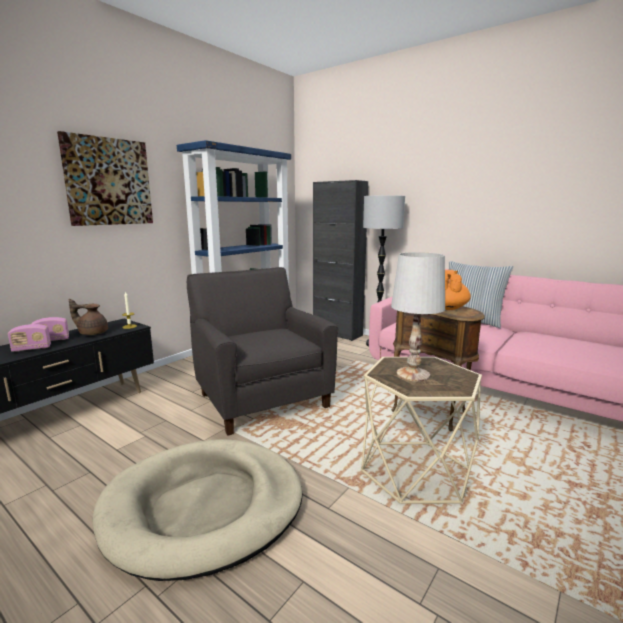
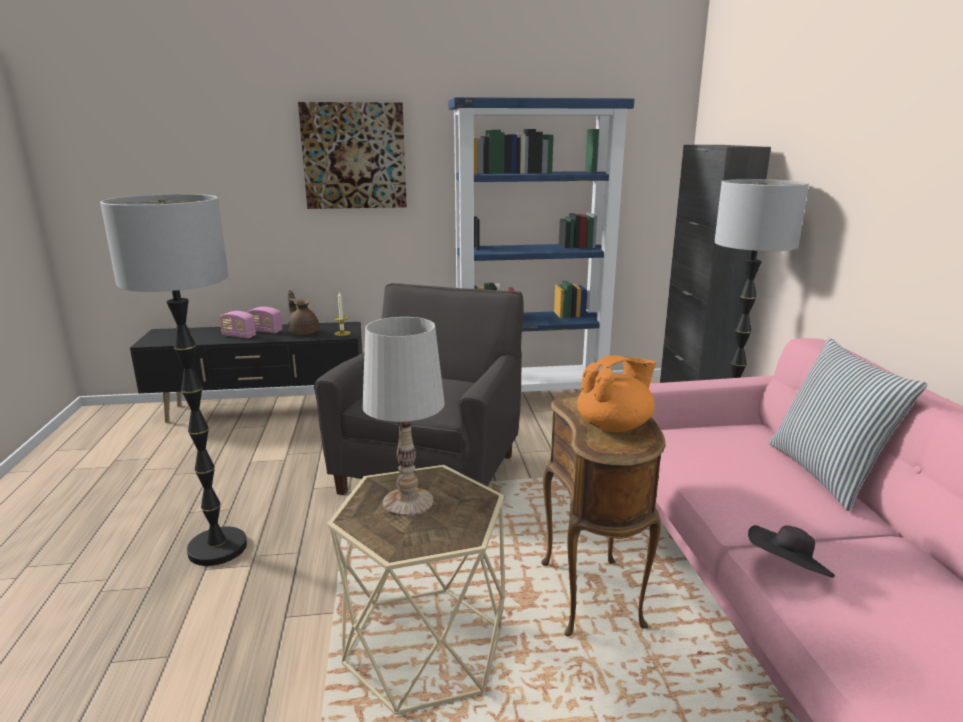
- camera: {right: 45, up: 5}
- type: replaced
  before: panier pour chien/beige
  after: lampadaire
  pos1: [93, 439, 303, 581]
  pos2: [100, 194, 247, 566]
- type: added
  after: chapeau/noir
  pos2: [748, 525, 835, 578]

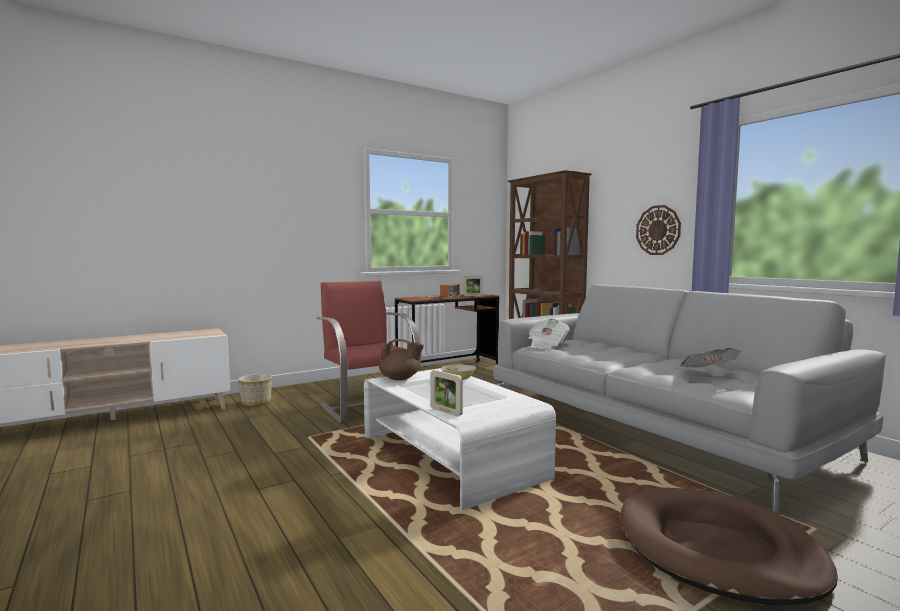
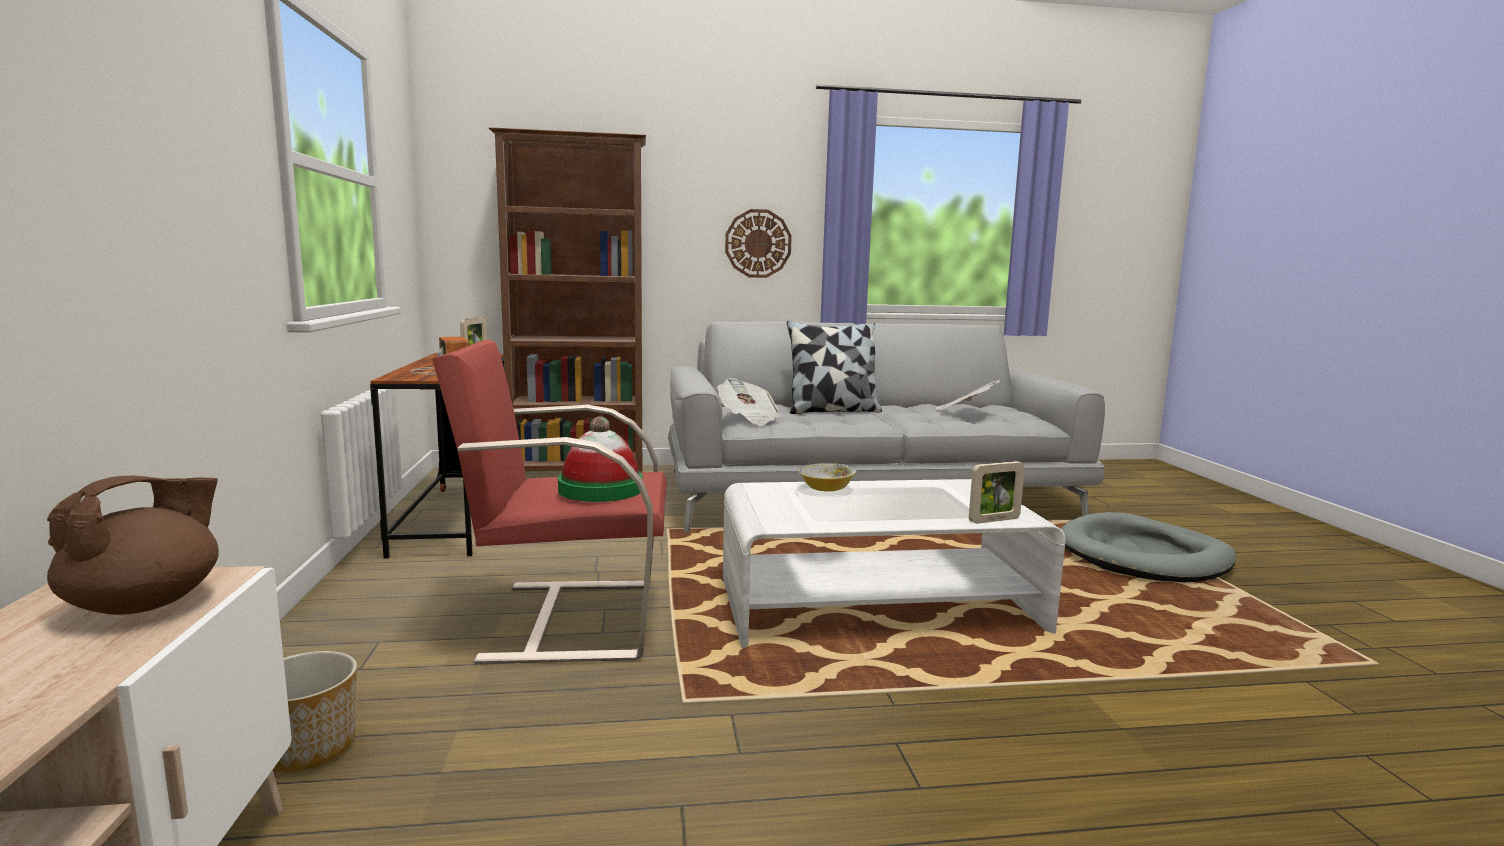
- camera: {right: -65, up: 5}
- type: moved
  before: théière/marron
  pos1: [379, 339, 424, 380]
  pos2: [47, 476, 219, 615]
- type: recoloured
  before: panier pour chien/marron
  after: panier pour chien/gris
  pos1: [621, 487, 838, 606]
  pos2: [1061, 512, 1236, 582]
- type: added
  after: coussin
  pos2: [787, 321, 882, 414]
- type: added
  after: chapeau
  pos2: [558, 416, 643, 502]

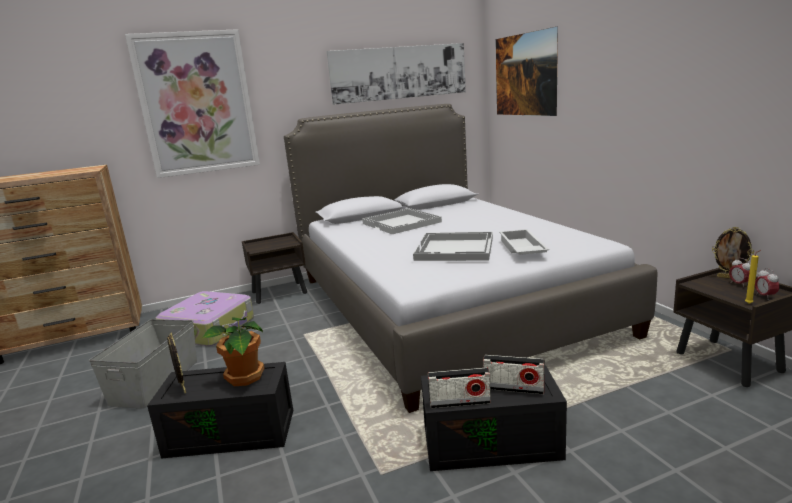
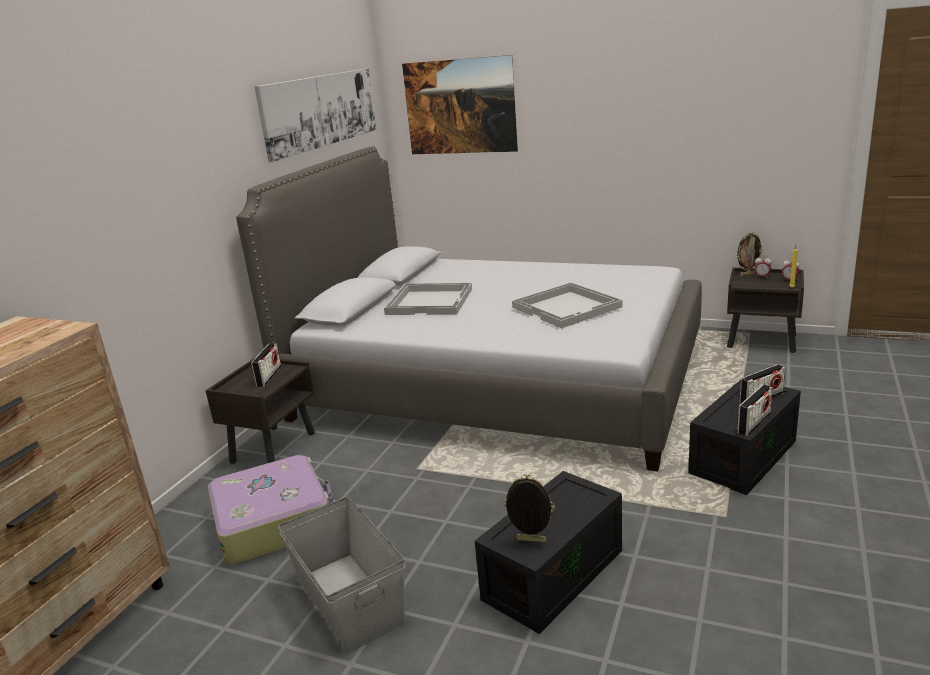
- camera: {right: -45, up: 5}
- type: removed
  before: tableau
  pos1: [125, 29, 260, 178]
- type: removed
  before: plateau/blanc
  pos1: [499, 229, 549, 255]
- type: removed
  before: plante en pot
  pos1: [203, 315, 265, 386]
- type: added
  after: radio
  pos2: [251, 343, 281, 387]

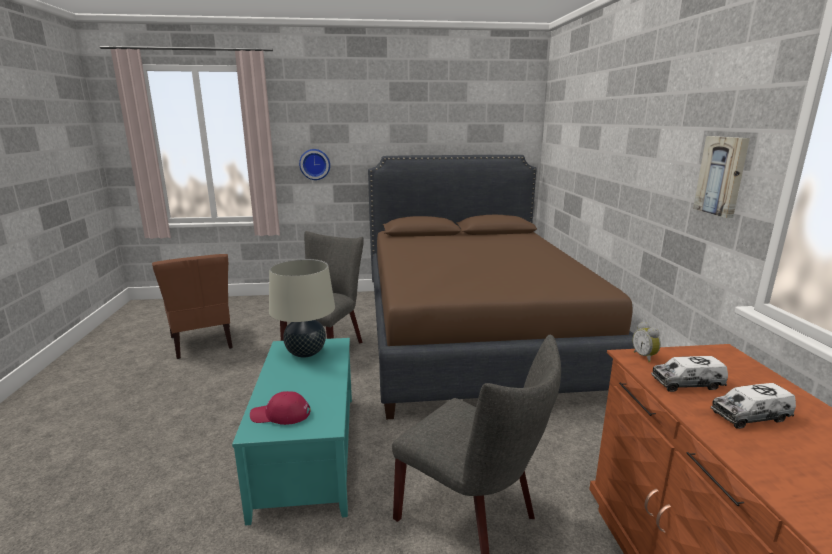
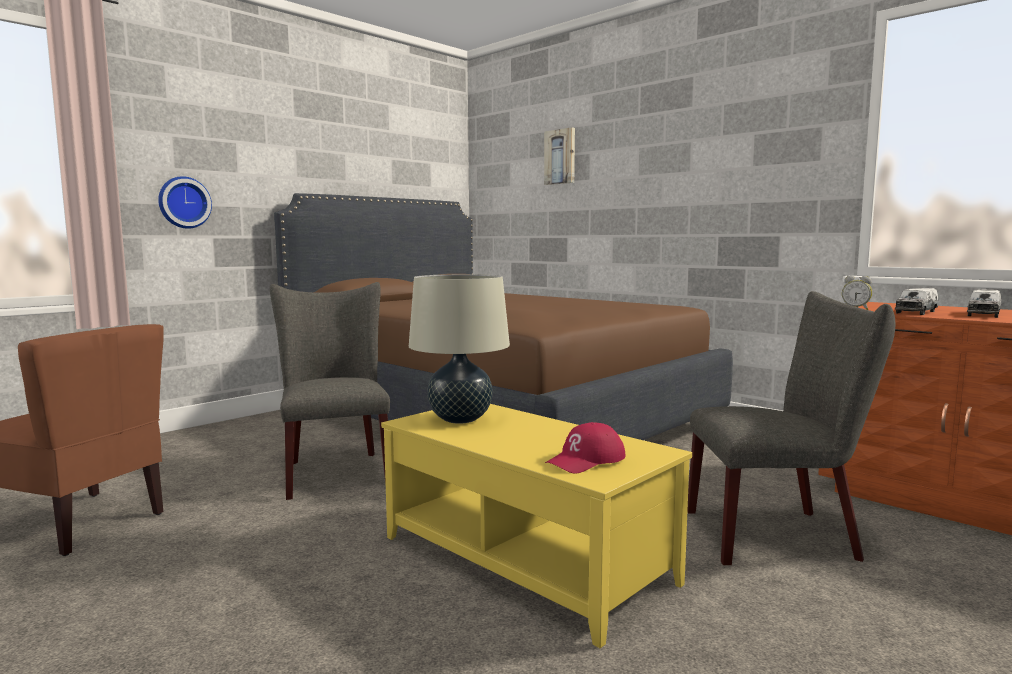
- camera: {right: -40, up: -10}
- type: moved
  before: tableau
  pos1: [693, 136, 750, 218]
  pos2: [544, 127, 575, 185]
- type: recoloured
  before: table basse/turquoise
  after: table basse/jaune
  pos1: [232, 338, 352, 526]
  pos2: [381, 404, 692, 648]

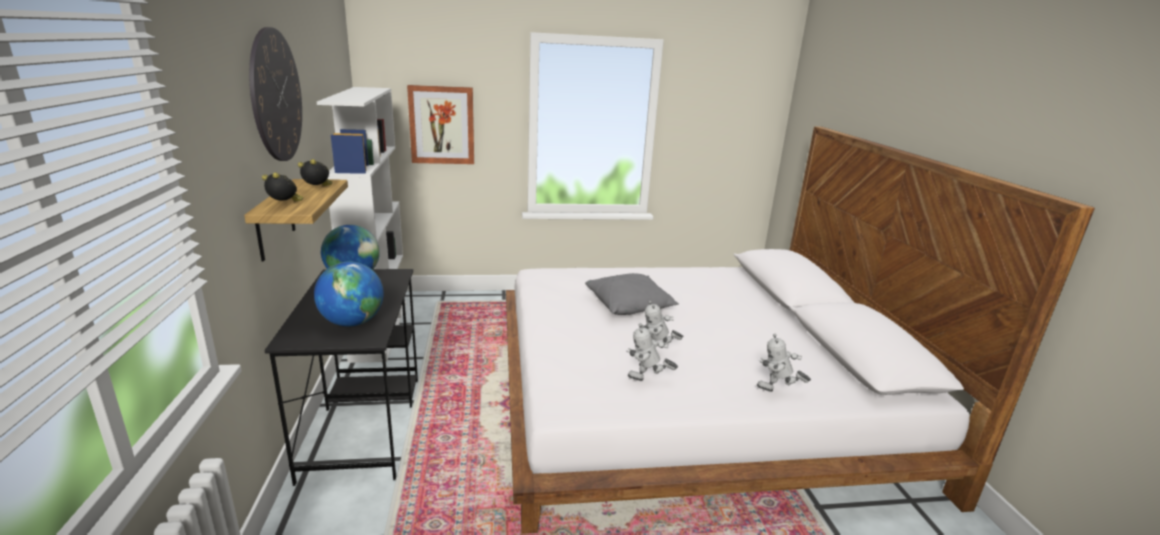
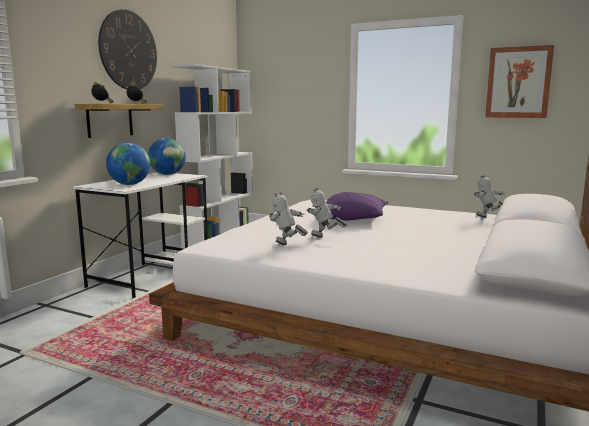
- camera: {right: 35, up: -10}
- type: moved
  before: tableau
  pos1: [407, 85, 474, 164]
  pos2: [485, 45, 554, 118]
- type: recoloured
  before: bureau/noir
  after: bureau/blanc
  pos1: [264, 269, 418, 486]
  pos2: [72, 172, 208, 299]
- type: recoloured
  before: coussin/gris
  after: coussin/violet
  pos1: [585, 273, 679, 315]
  pos2: [326, 192, 388, 220]
- type: moved
  before: robot jouet
  pos1: [757, 334, 811, 392]
  pos2: [473, 175, 505, 218]

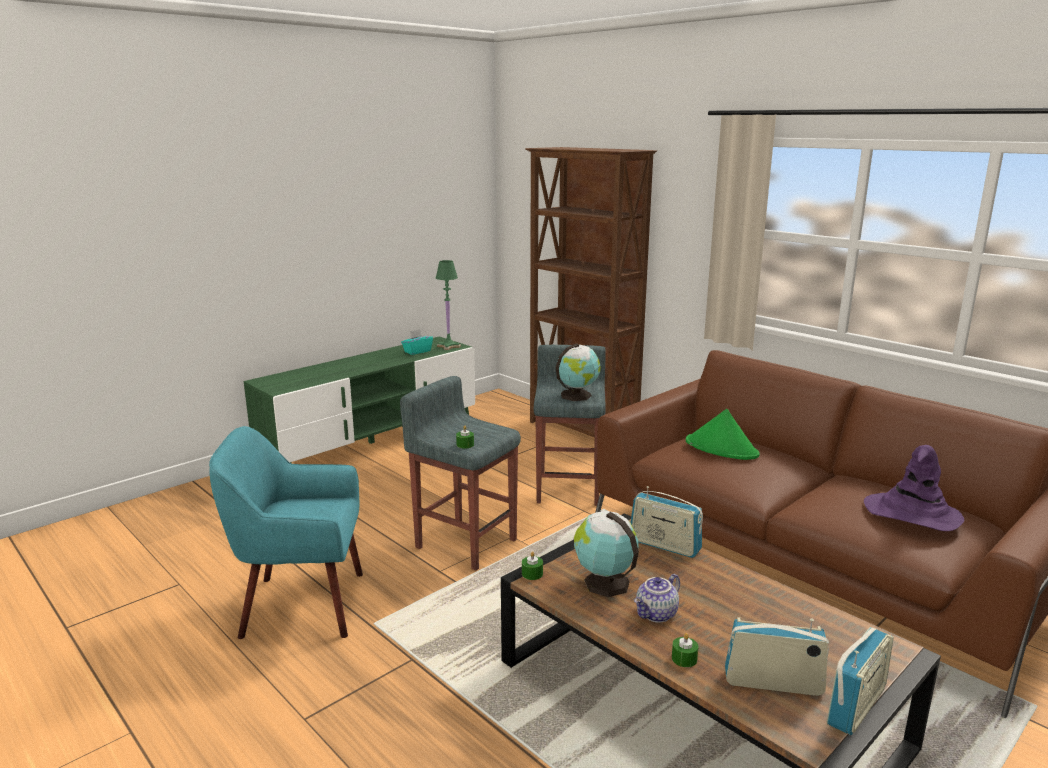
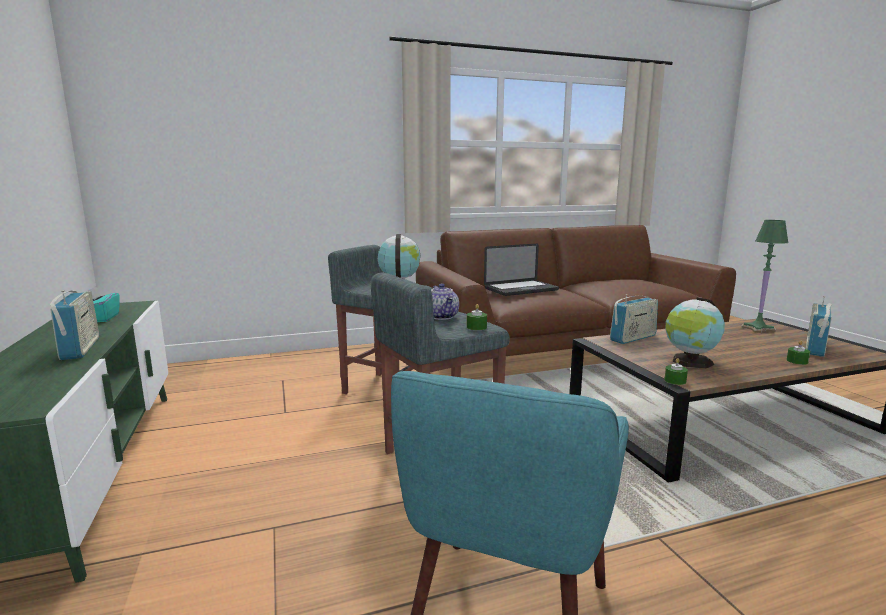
- camera: {right: -65, up: -5}
- type: removed
  before: bibliothèque/marron
  pos1: [525, 147, 657, 438]
- type: moved
  before: lampe de table/vert
  pos1: [436, 260, 461, 350]
  pos2: [741, 220, 789, 333]
- type: replaced
  before: chapeau/vert
  after: ordinateur portable
  pos1: [686, 409, 760, 460]
  pos2: [484, 244, 559, 296]
- type: removed
  before: chapeau/violet
  pos1: [864, 445, 964, 531]
- type: moved
  before: théière
  pos1: [634, 574, 680, 623]
  pos2: [431, 284, 459, 320]
- type: moved
  before: radio
  pos1: [827, 627, 894, 736]
  pos2: [50, 290, 99, 360]

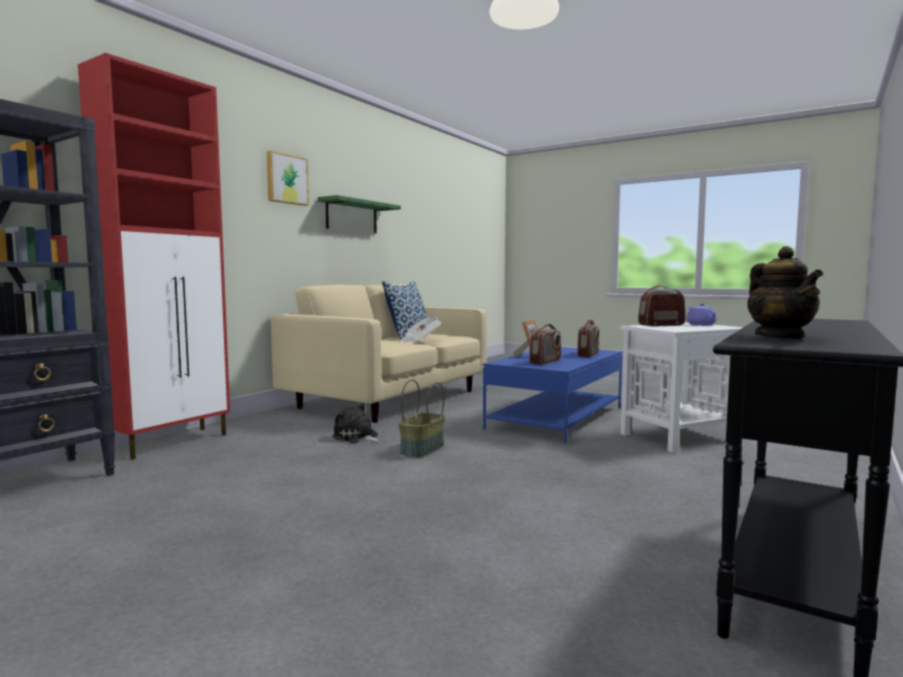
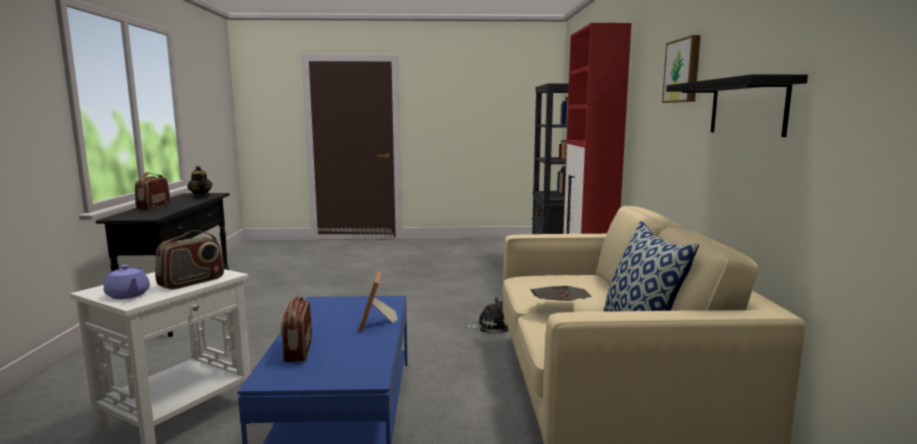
- camera: {right: 145, up: 5}
- type: recoloured
  before: étagère/vert
  after: étagère/noir
  pos1: [317, 195, 401, 233]
  pos2: [666, 74, 808, 137]
- type: moved
  before: radio
  pos1: [529, 324, 561, 365]
  pos2: [135, 172, 170, 209]
- type: removed
  before: panier
  pos1: [399, 379, 445, 458]

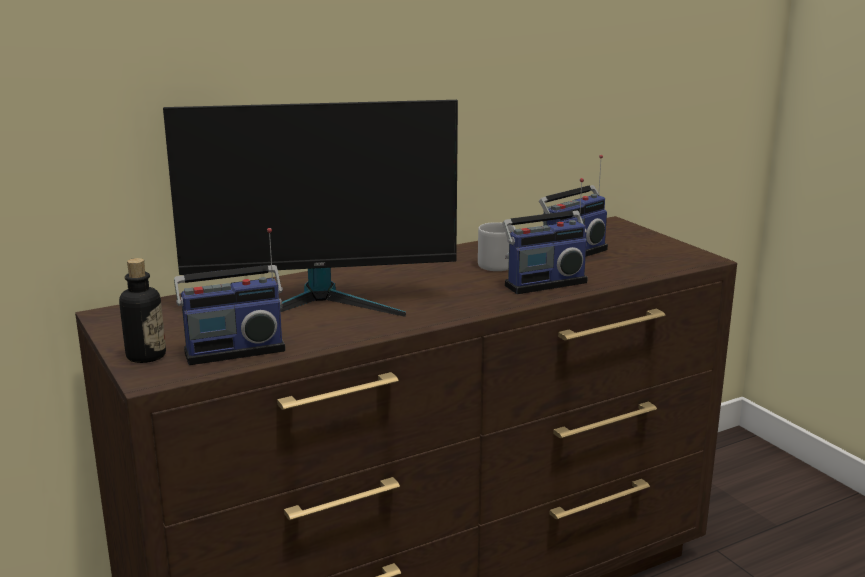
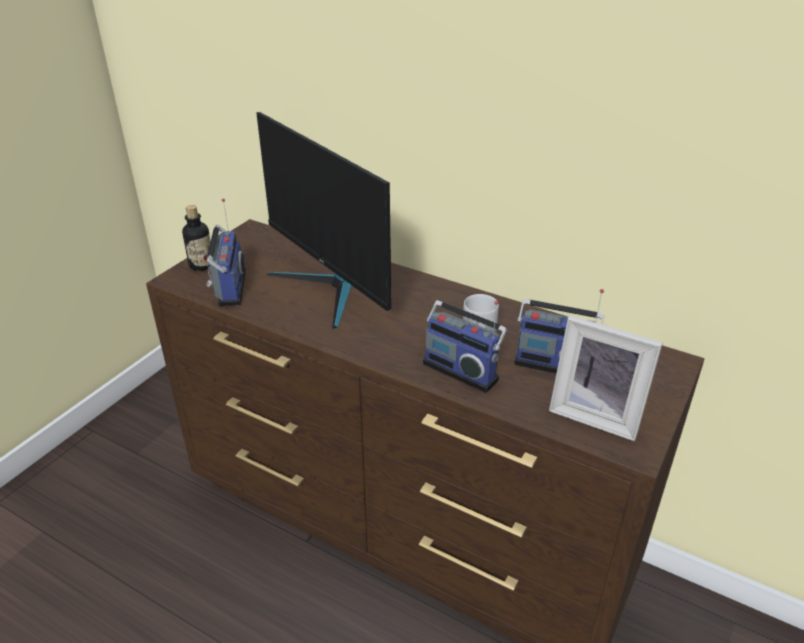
- camera: {right: 60, up: 15}
- type: turned
  before: radio
  pos1: [174, 228, 285, 365]
  pos2: [206, 198, 246, 306]
  turn: -135
- type: added
  after: cadre photo
  pos2: [549, 315, 663, 441]

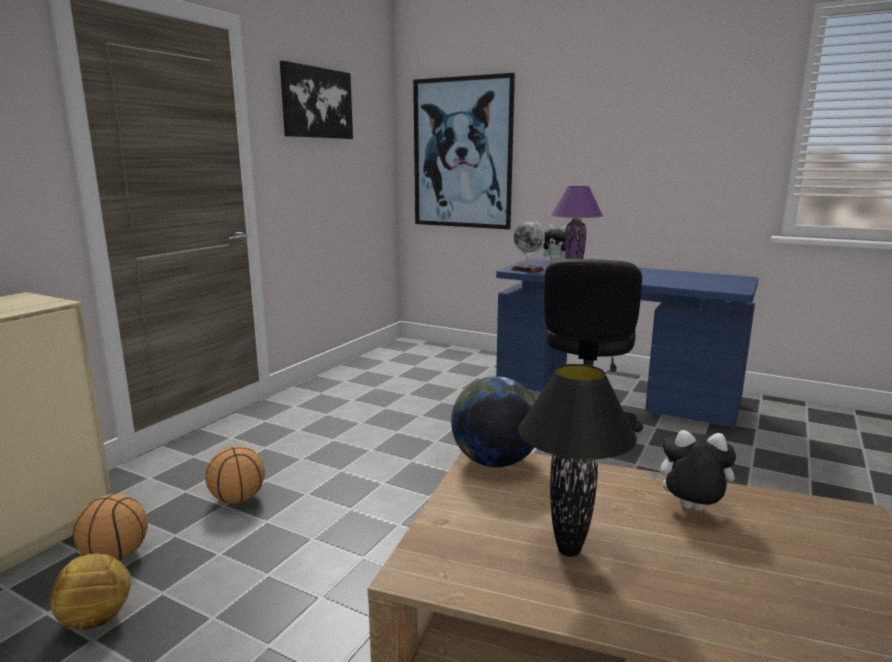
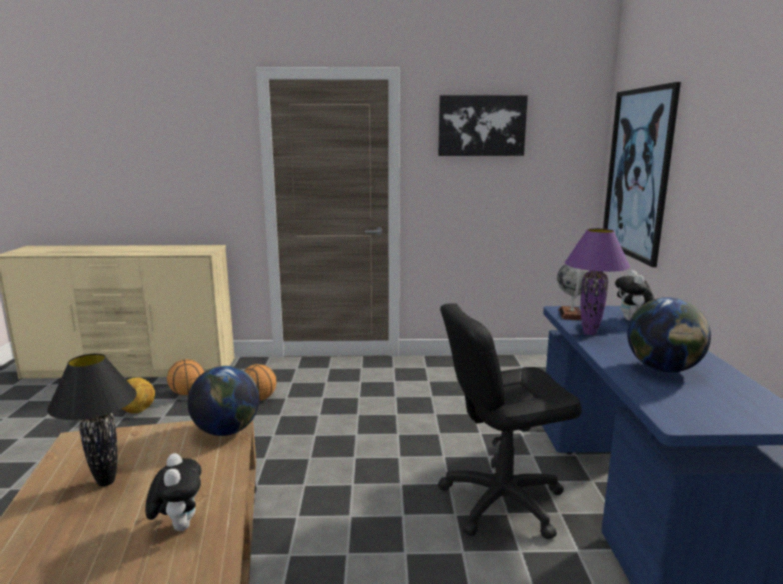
- camera: {right: 60, up: 0}
- type: added
  after: globe
  pos2: [627, 297, 711, 373]

